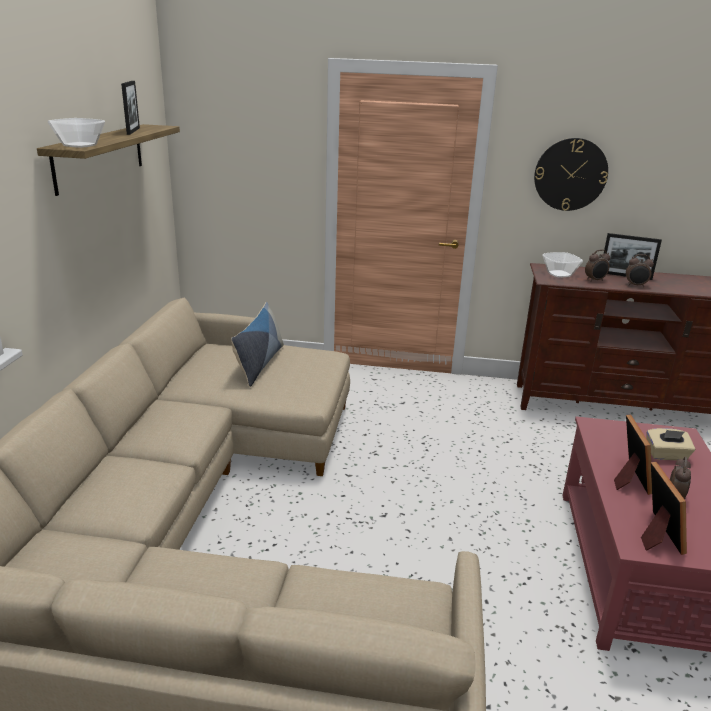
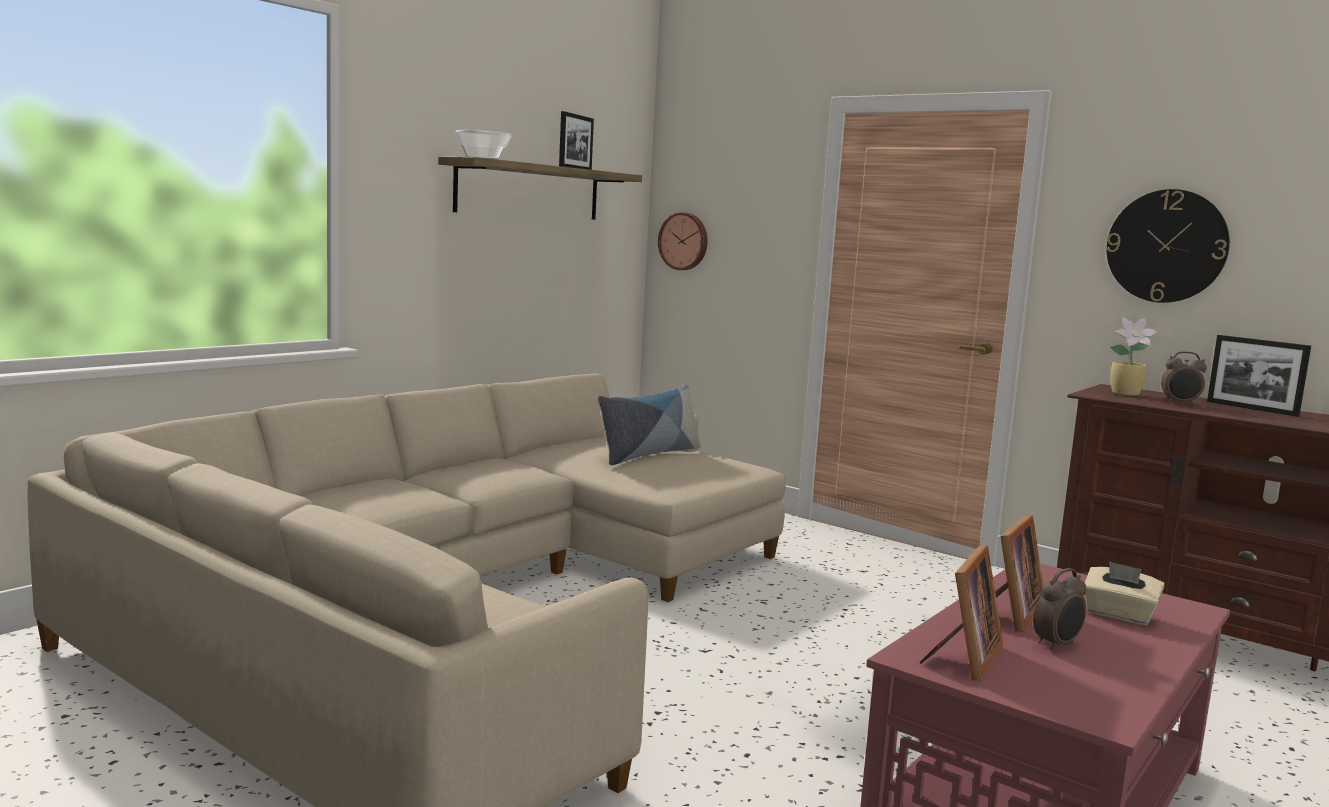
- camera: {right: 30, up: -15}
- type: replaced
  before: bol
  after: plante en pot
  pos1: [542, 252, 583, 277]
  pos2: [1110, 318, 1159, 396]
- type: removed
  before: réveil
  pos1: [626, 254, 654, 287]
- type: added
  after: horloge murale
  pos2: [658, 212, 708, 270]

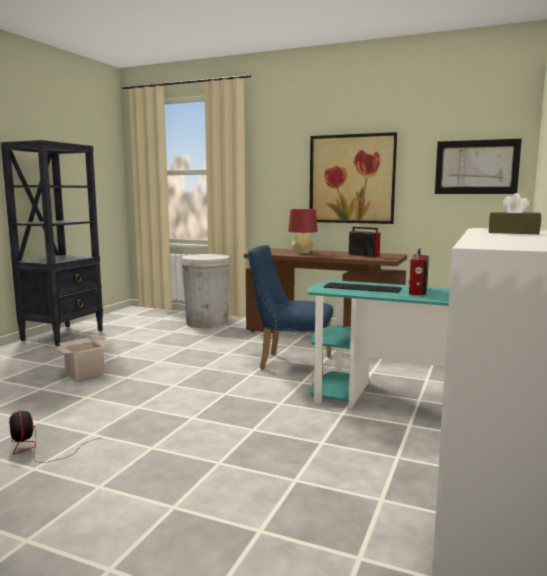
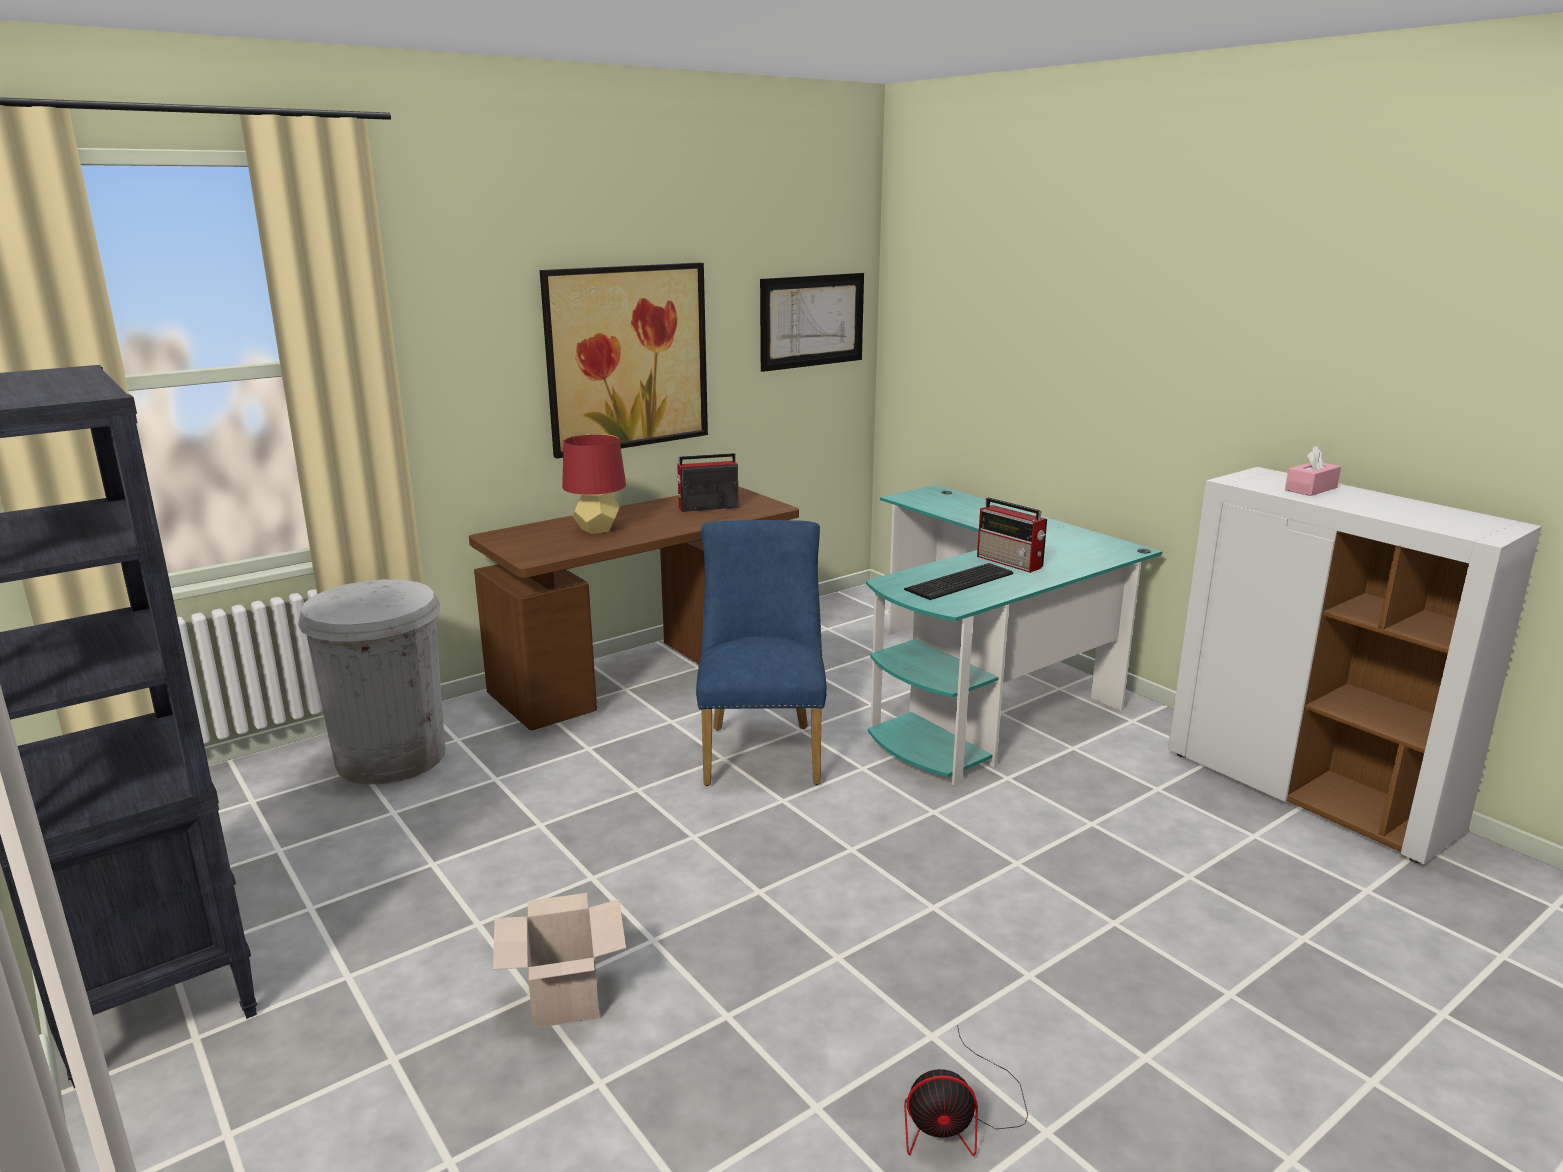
- camera: {right: -60, up: 10}
- type: recoloured
  before: boîte à mouchoirs/marron
  after: boîte à mouchoirs/rose
  pos1: [489, 193, 541, 234]
  pos2: [1285, 446, 1341, 496]
- type: turned
  before: chaise/bleu
  pos1: [248, 245, 333, 375]
  pos2: [696, 520, 827, 786]
  turn: 135

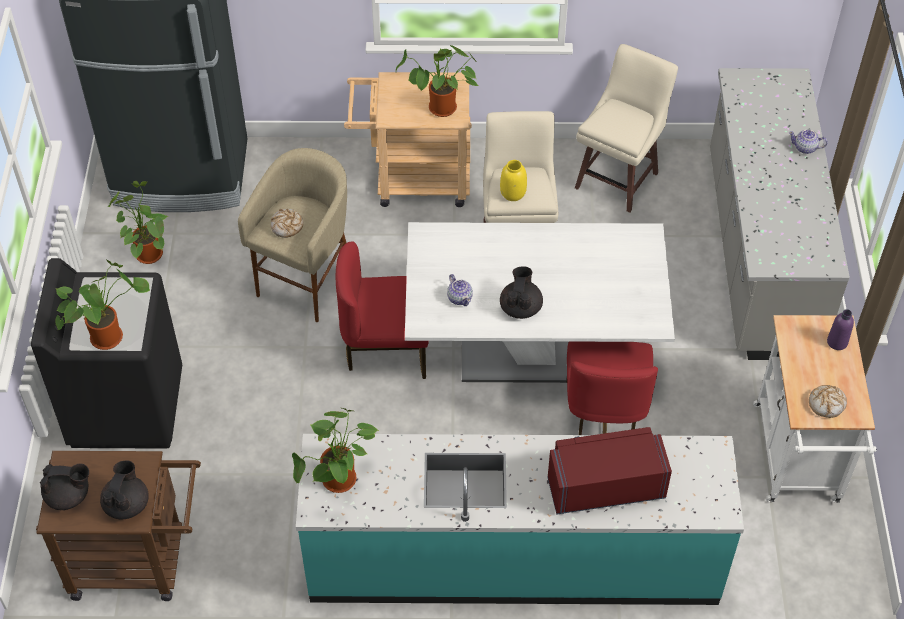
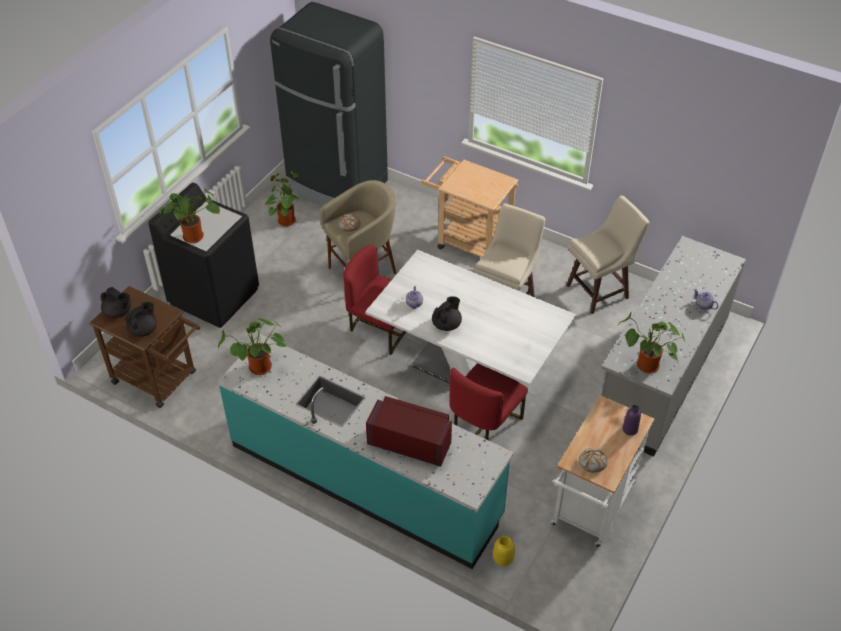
- camera: {right: 30, up: -5}
- type: moved
  before: plante en pot
  pos1: [396, 45, 478, 117]
  pos2: [618, 312, 685, 373]
- type: moved
  before: vase/jaune
  pos1: [500, 160, 527, 201]
  pos2: [493, 536, 515, 566]

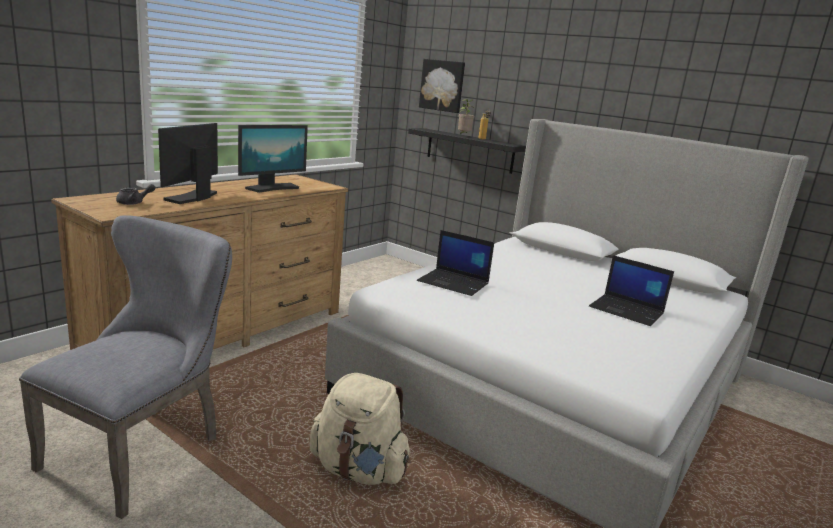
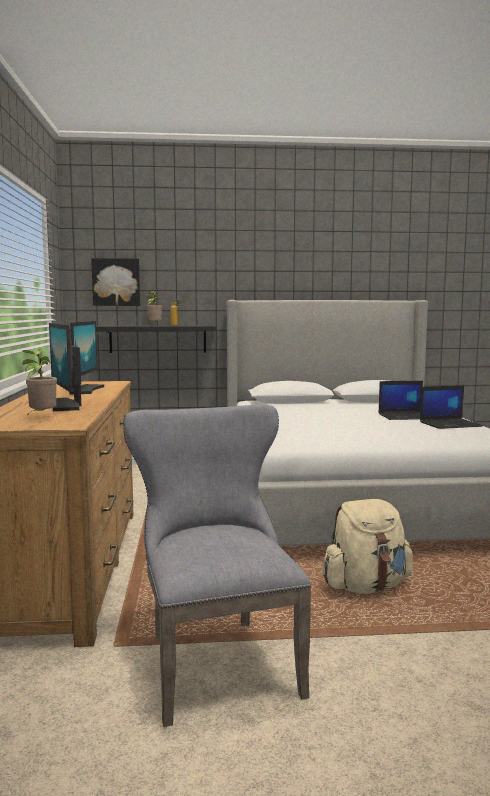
- camera: {right: -40, up: -10}
- type: replaced
  before: théière/gris
  after: plante en pot
  pos1: [116, 184, 156, 205]
  pos2: [22, 348, 57, 416]
- type: moved
  before: ordinateur portable
  pos1: [417, 230, 494, 296]
  pos2: [420, 386, 483, 429]

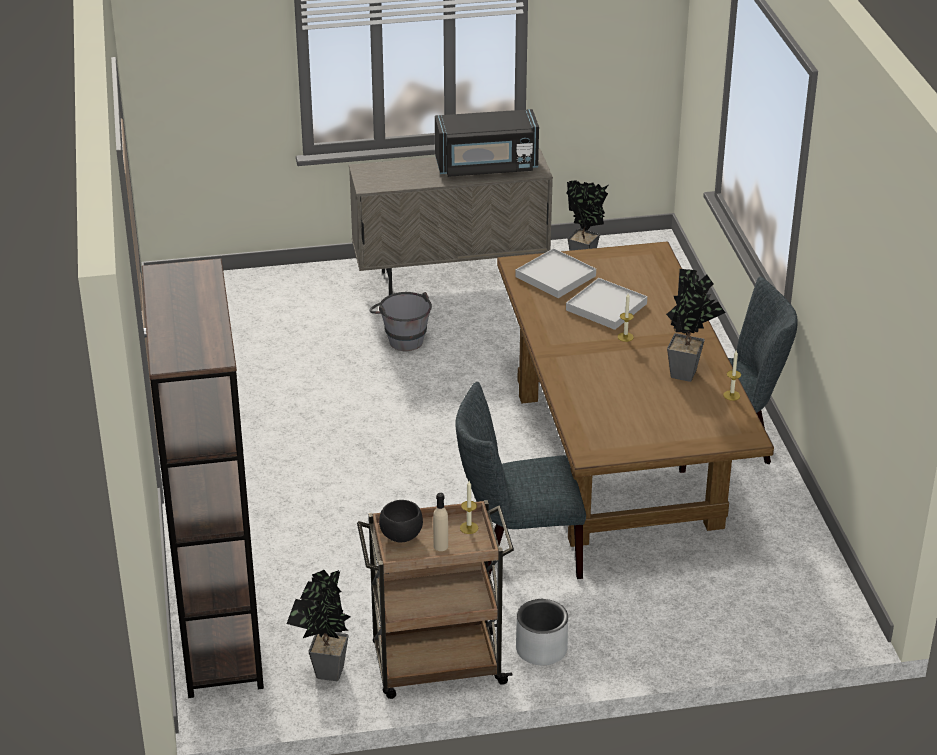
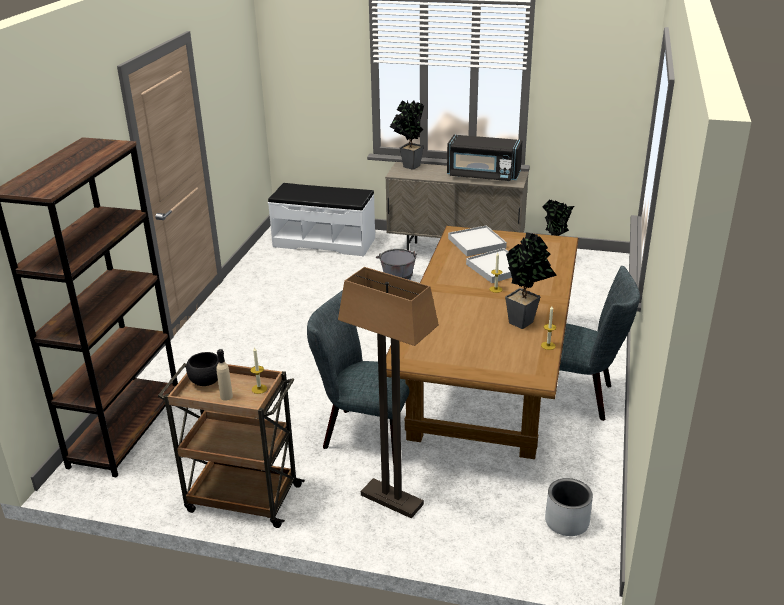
- camera: {right: 25, up: -5}
- type: moved
  before: plante en pot
  pos1: [287, 570, 350, 681]
  pos2: [390, 100, 424, 170]
- type: moved
  before: cache-pot/gris
  pos1: [516, 599, 568, 665]
  pos2: [545, 478, 593, 536]
- type: added
  after: banc/blanc
  pos2: [268, 183, 375, 256]
- type: added
  after: lampadaire
  pos2: [338, 267, 439, 519]

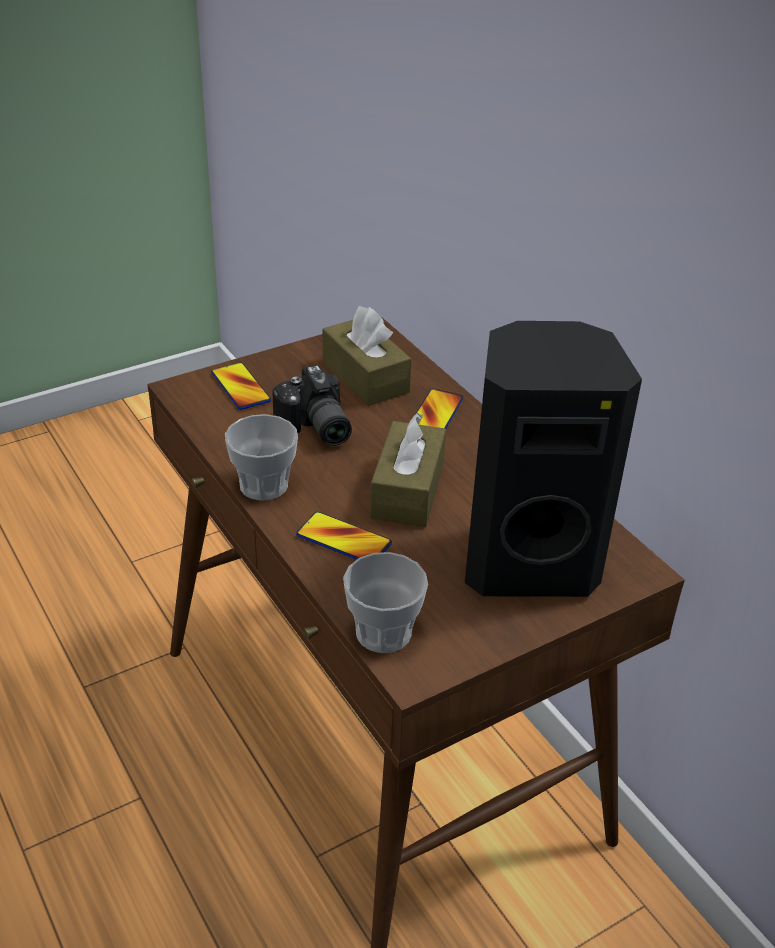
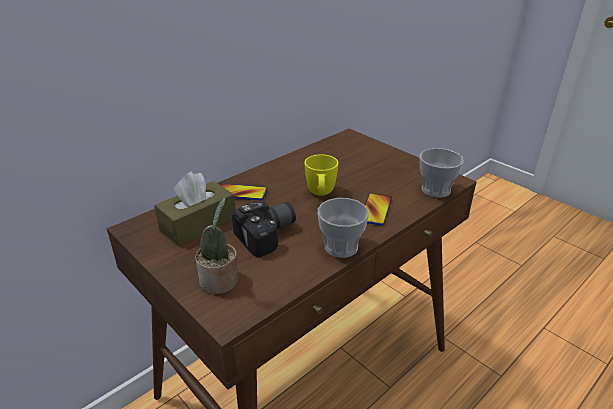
- camera: {right: -100, up: -5}
- type: removed
  before: enceinte/noir
  pos1: [465, 321, 642, 597]
- type: replaced
  before: téléphone
  after: plante en pot
  pos1: [211, 362, 271, 410]
  pos2: [195, 198, 238, 294]
- type: replaced
  before: boîte à mouchoirs/marron
  after: mug/jaune
  pos1: [370, 413, 446, 527]
  pos2: [304, 154, 339, 196]

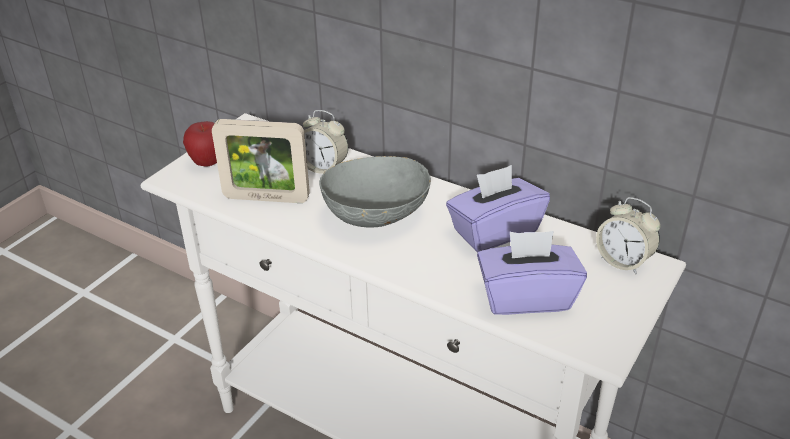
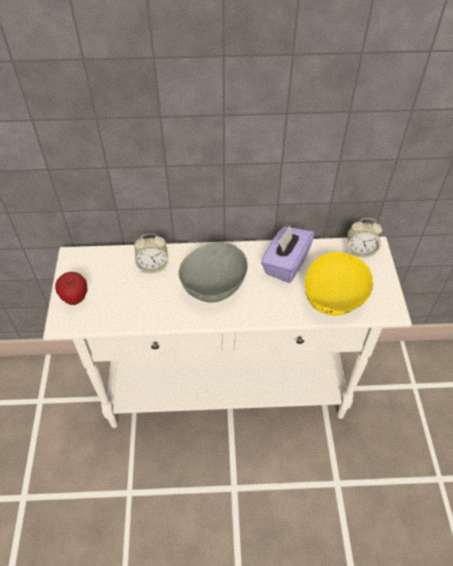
- camera: {right: -35, up: 15}
- type: removed
  before: cadre photo
  pos1: [212, 119, 310, 203]
- type: replaced
  before: boîte à mouchoirs/violet
  after: bol/jaune
  pos1: [477, 231, 587, 315]
  pos2: [305, 252, 373, 316]

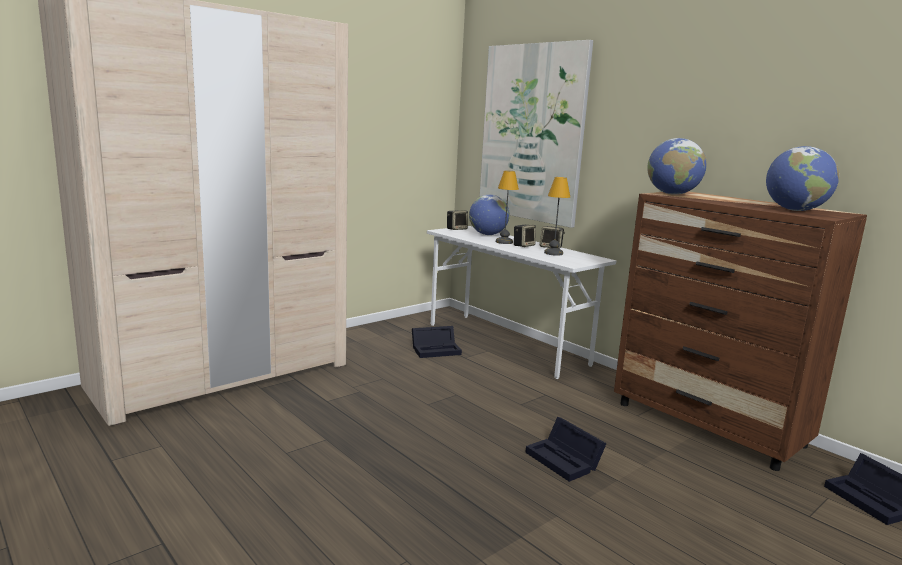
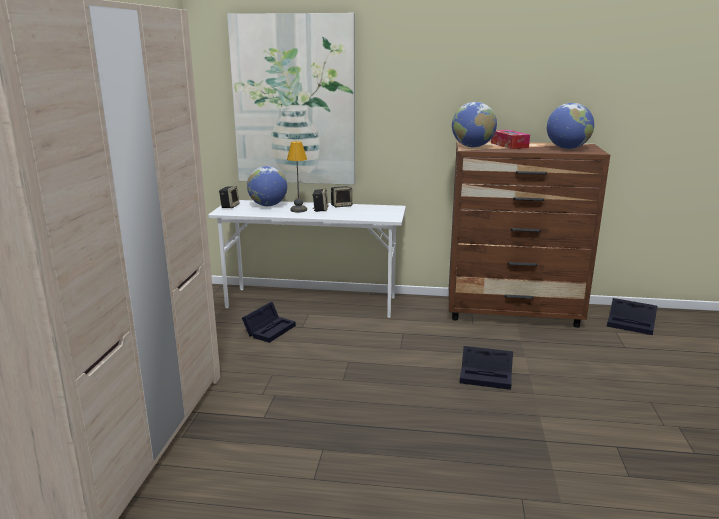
- camera: {right: -40, up: 5}
- type: removed
  before: lampe de table
  pos1: [544, 177, 570, 256]
- type: added
  after: boîte à mouchoirs
  pos2: [491, 130, 530, 149]

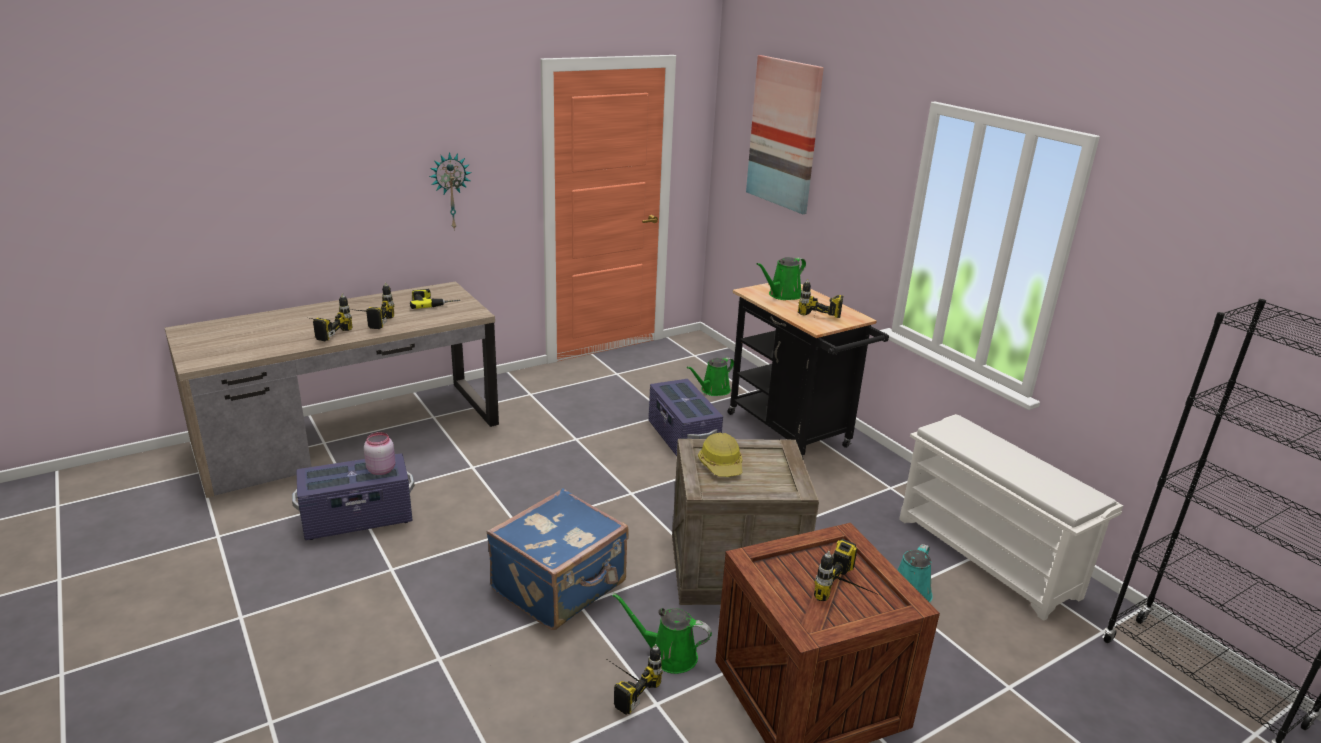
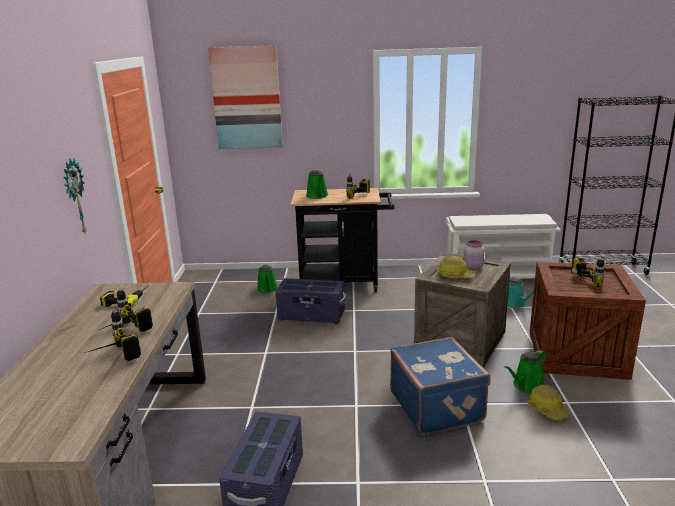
- camera: {right: -55, up: -5}
- type: moved
  before: bocal/rose
  pos1: [364, 432, 396, 475]
  pos2: [464, 240, 485, 270]
- type: replaced
  before: perceuse
  after: casque de chantier
  pos1: [605, 644, 663, 715]
  pos2: [528, 384, 569, 420]

